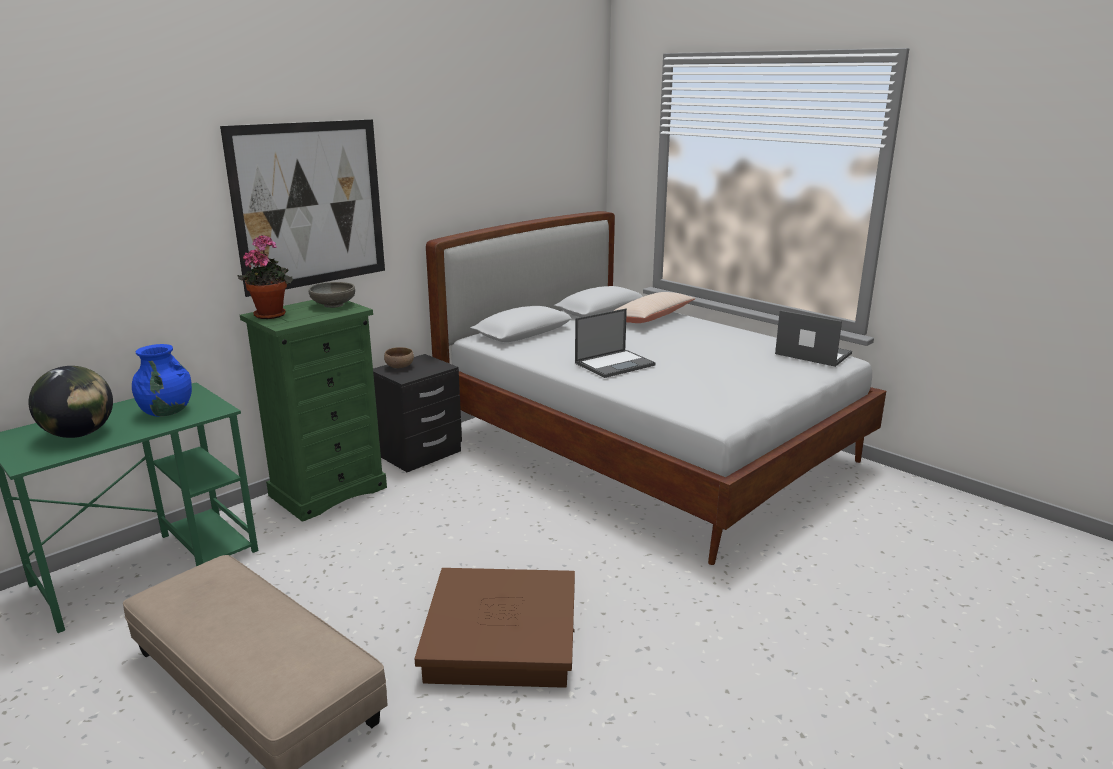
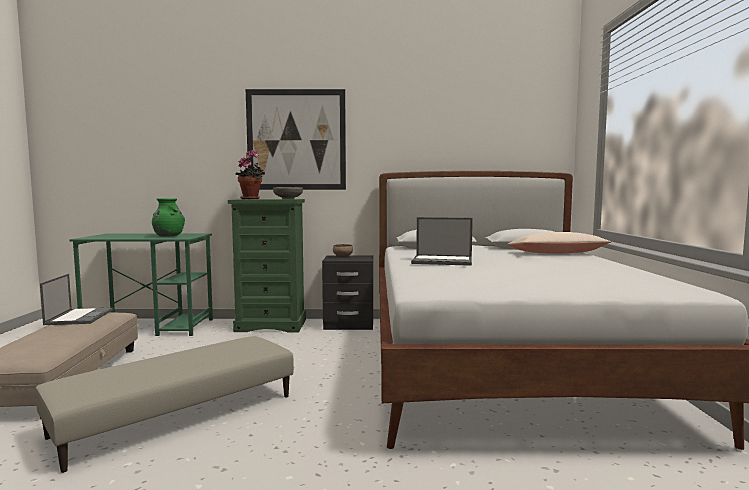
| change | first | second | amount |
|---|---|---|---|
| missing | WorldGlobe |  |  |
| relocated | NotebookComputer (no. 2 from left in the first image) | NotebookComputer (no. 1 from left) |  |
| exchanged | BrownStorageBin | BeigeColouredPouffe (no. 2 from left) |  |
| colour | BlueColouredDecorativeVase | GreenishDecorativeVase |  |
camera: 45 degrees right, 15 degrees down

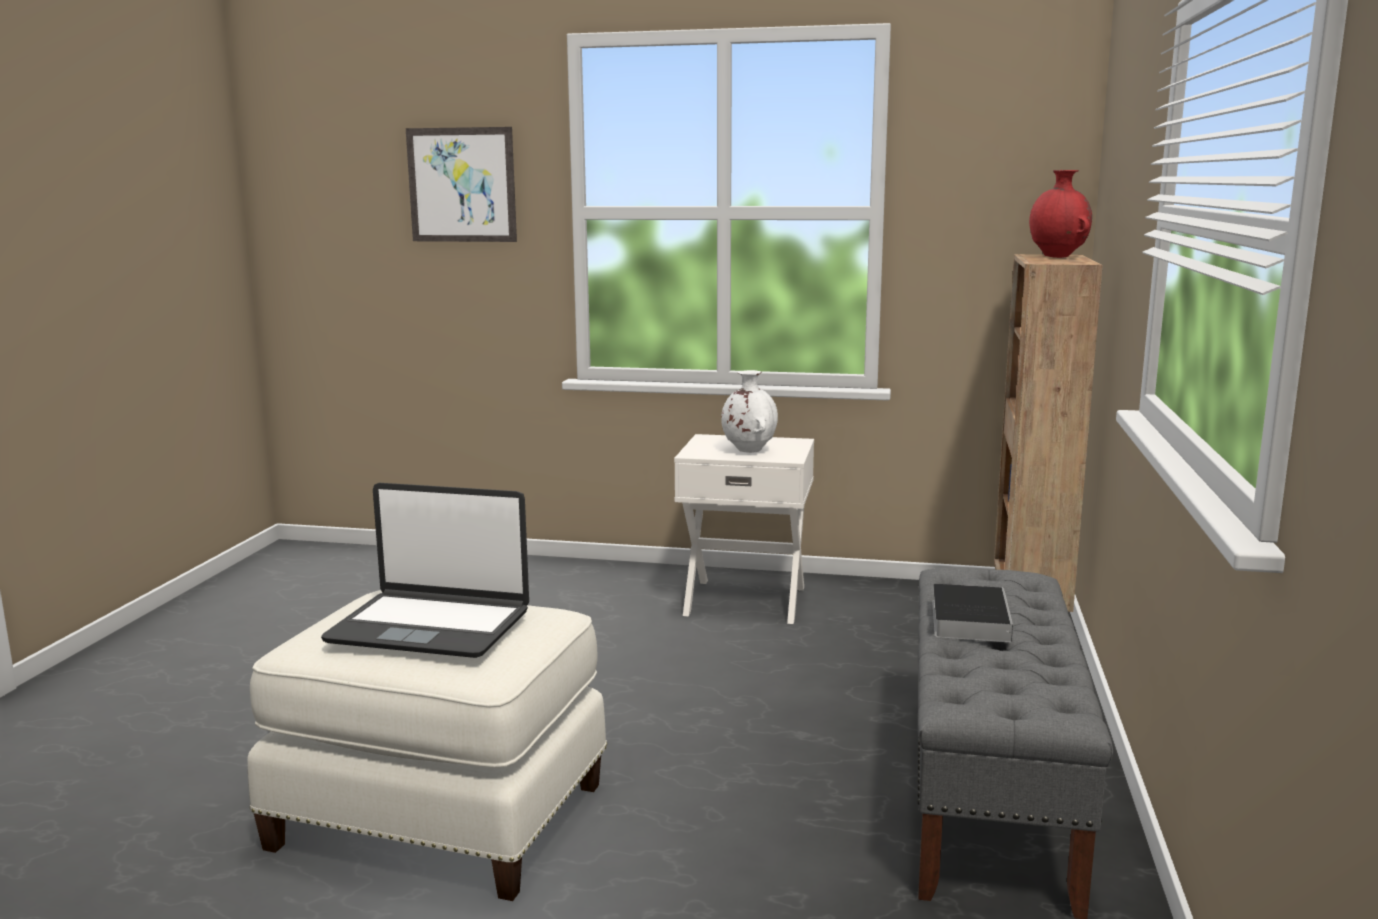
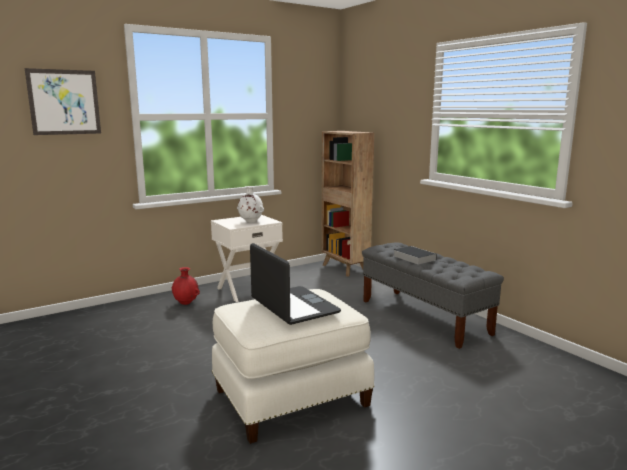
| change | first | second | amount |
|---|---|---|---|
| relocated | ReddishDecorativeVase |  |  |
| spun | NotebookComputer |  | 90 degrees counterclockwise |
camera: 45 degrees left, 0 degrees up

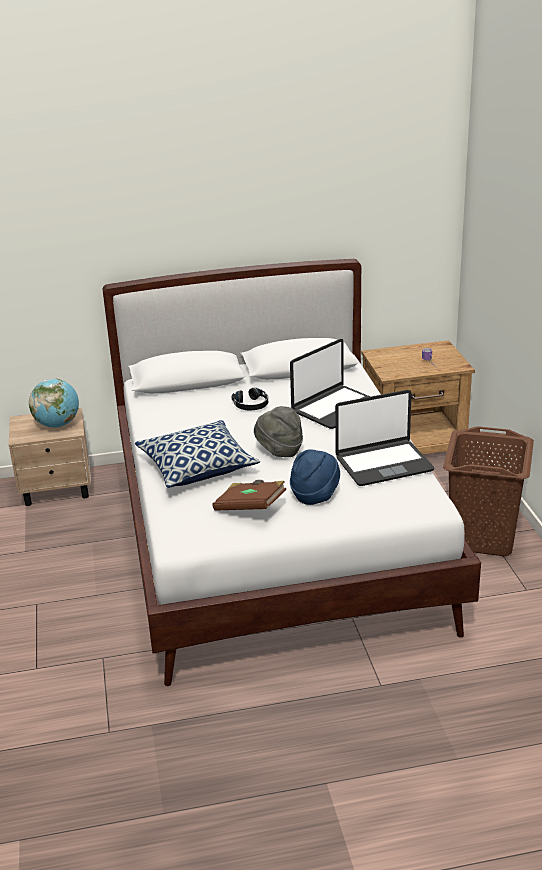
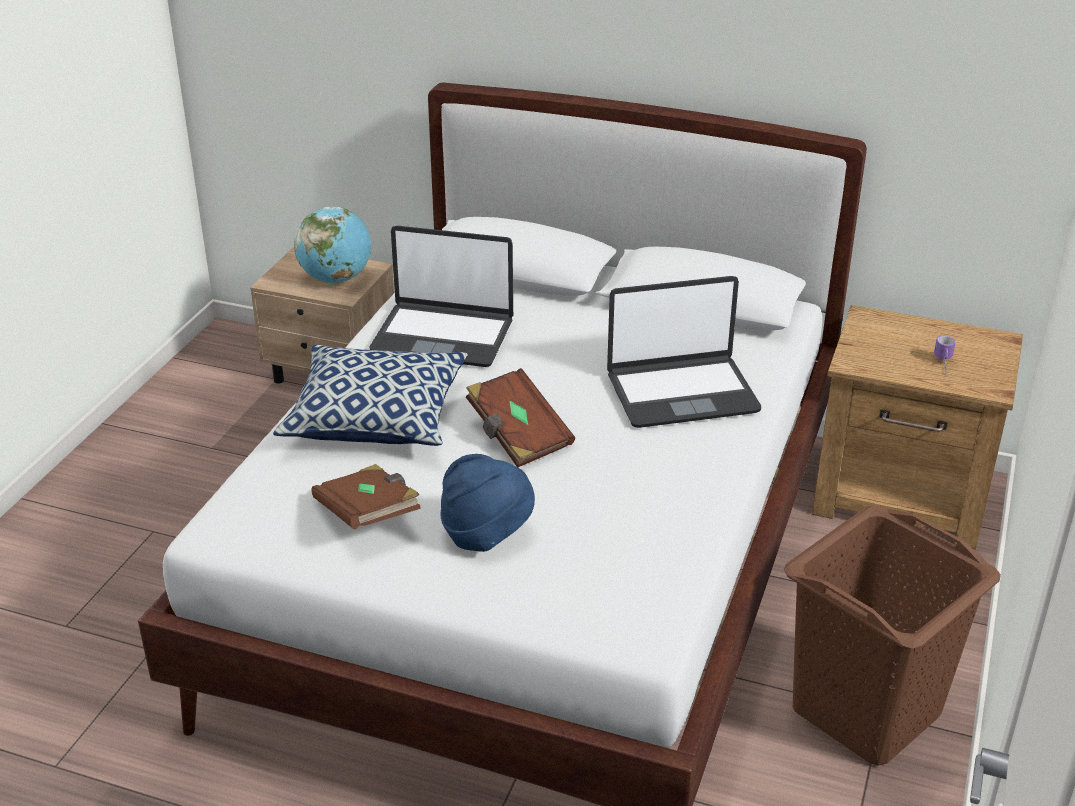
| change | first | second | amount |
|---|---|---|---|
| missing | BlackColouredHeadset |  |  |
| relocated | NotebookComputer (no. 2 from left in the first image) | NotebookComputer (no. 1 from left) |  |
| exchanged | GreyHat | BrownBook (no. 2 from left) |  |
camera: 30 degrees right, 5 degrees up

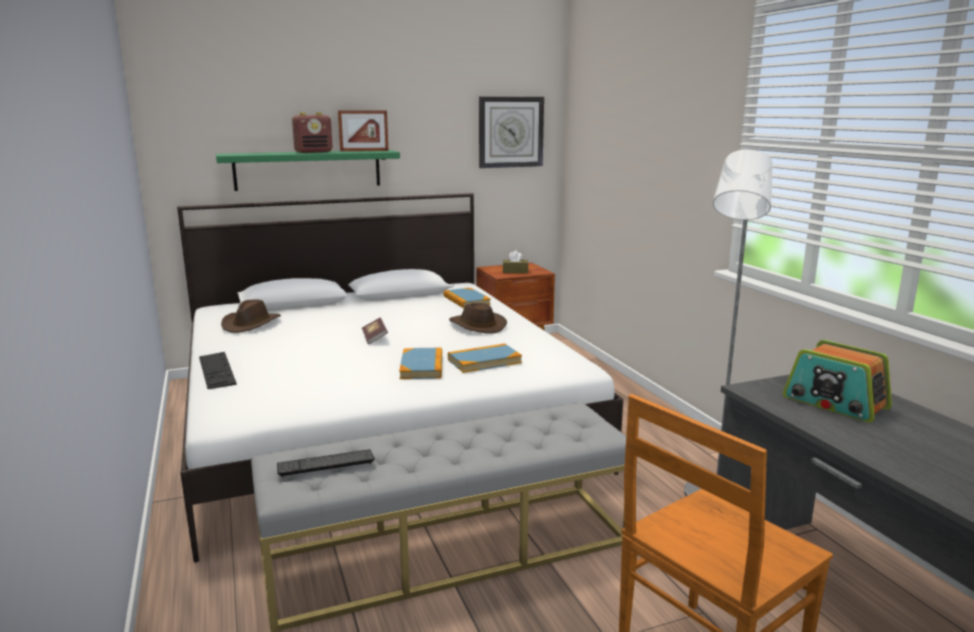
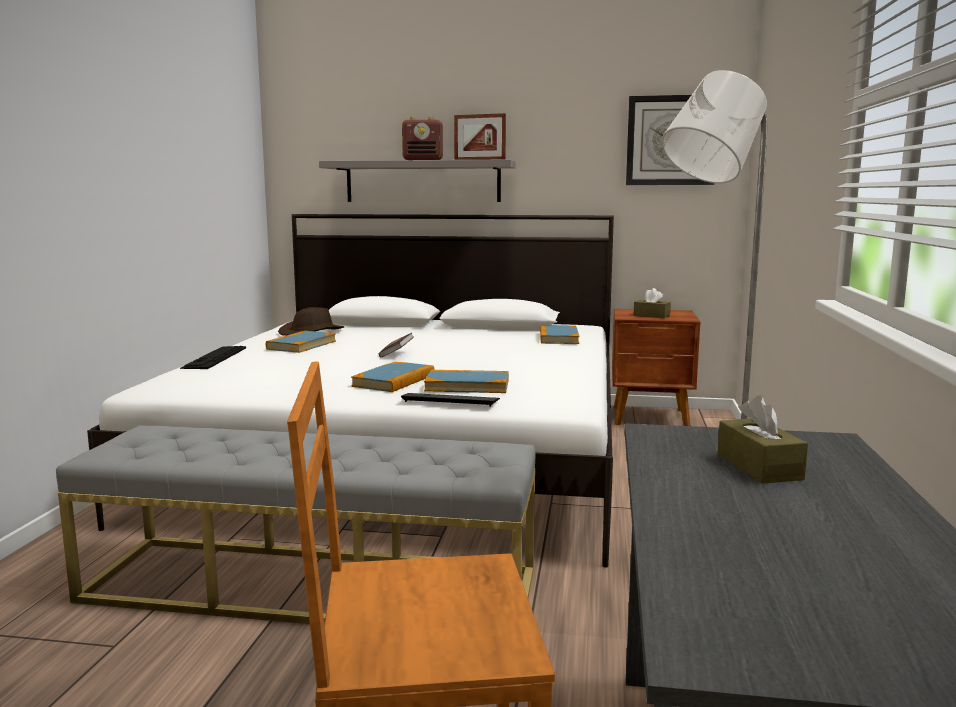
| change | first | second | amount |
|---|---|---|---|
| missing | BrownHat (no. 2 from left) |  |  |
| appeared |  | Book (no. 1 from left) |  |
| relocated | ComputerKeyboard (no. 2 from left) |  |  |
| exchanged | RadioReceiver (no. 2 from left) | BrownTissueBox (no. 2 from left) |  |
| colour | GreenishBracketShelf | GreyBracketShelf |  |
camera: 30 degrees right, 5 degrees down

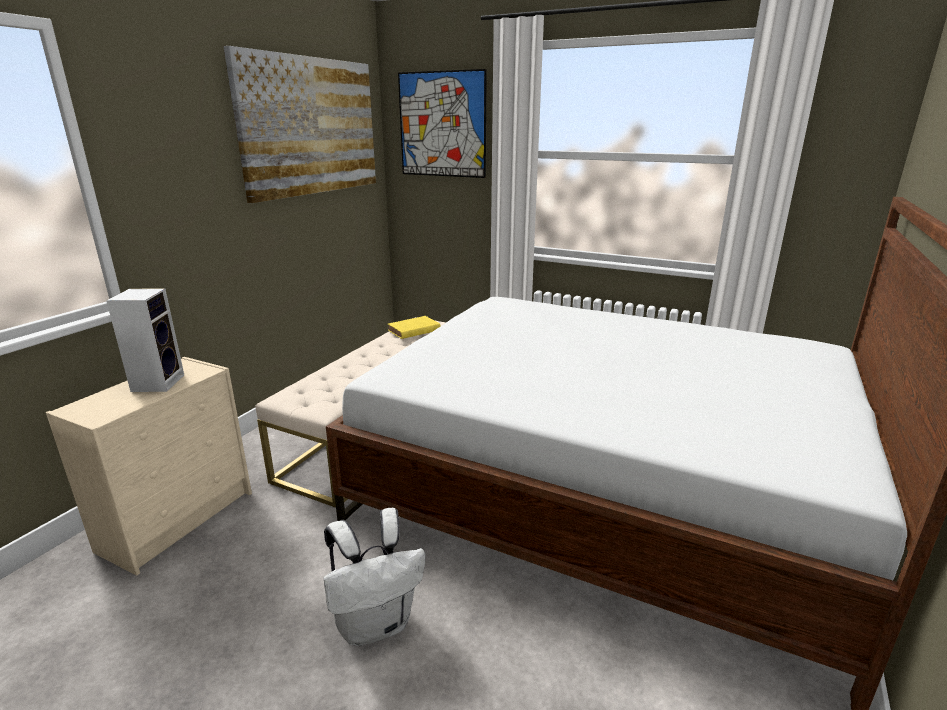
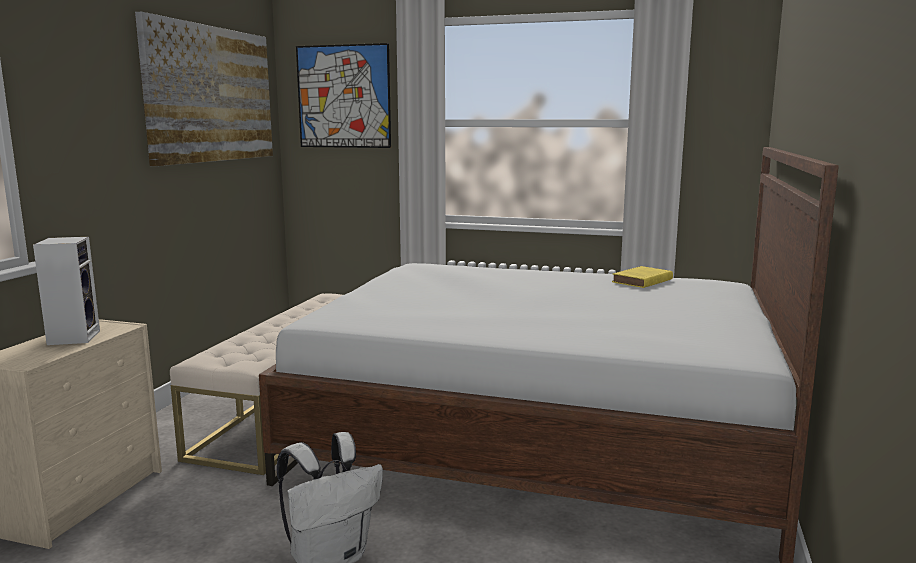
| change | first | second | amount |
|---|---|---|---|
| relocated | YellowishBook |  |  |
camera: 10 degrees left, 10 degrees down

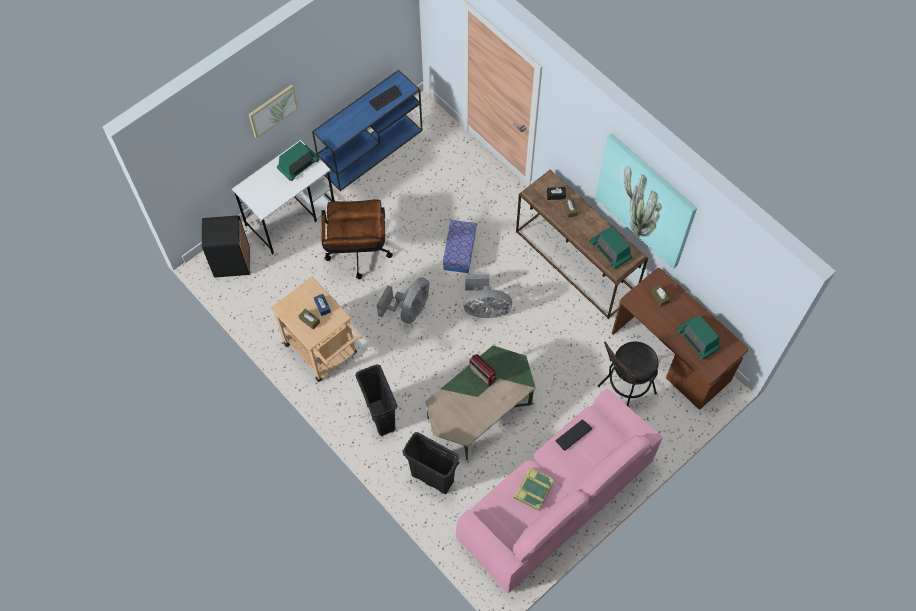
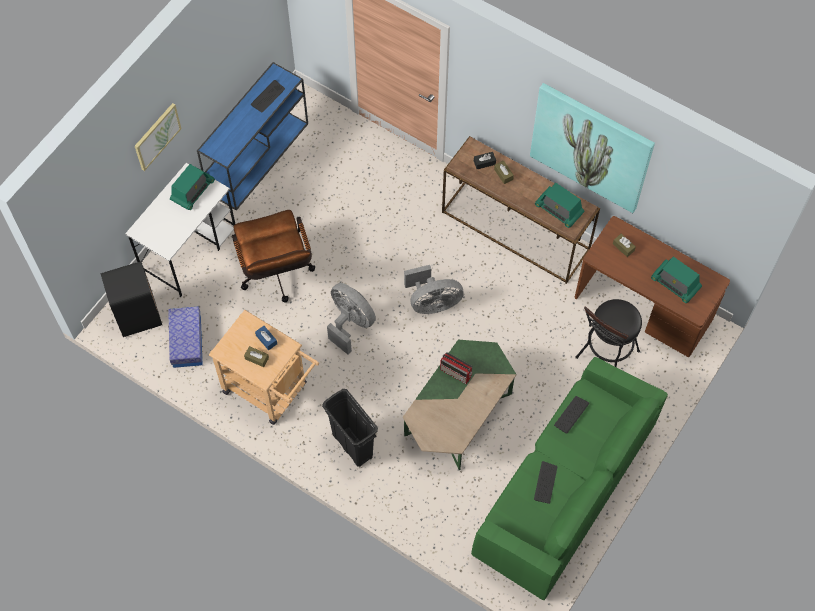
| change | first | second | amount |
|---|---|---|---|
| missing | BlackColouredWasteBin (no. 3 from left) |  |  |
| relocated | StorageBin |  |  |
| exchanged | Book | ComputerKeyboard (no. 2 from left) |  |
| colour | PinkColouredSofa | GreenishSofa |  |
| spun | GreyCoolingFan (no. 1 from left) |  | 60 degrees counterclockwise |
camera: 15 degrees left, 0 degrees up

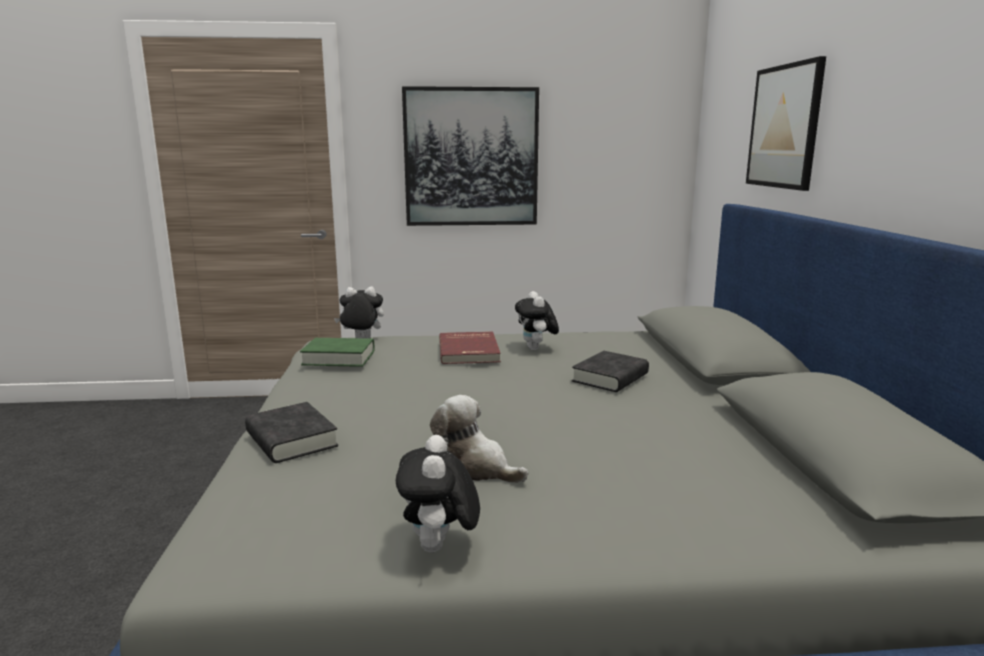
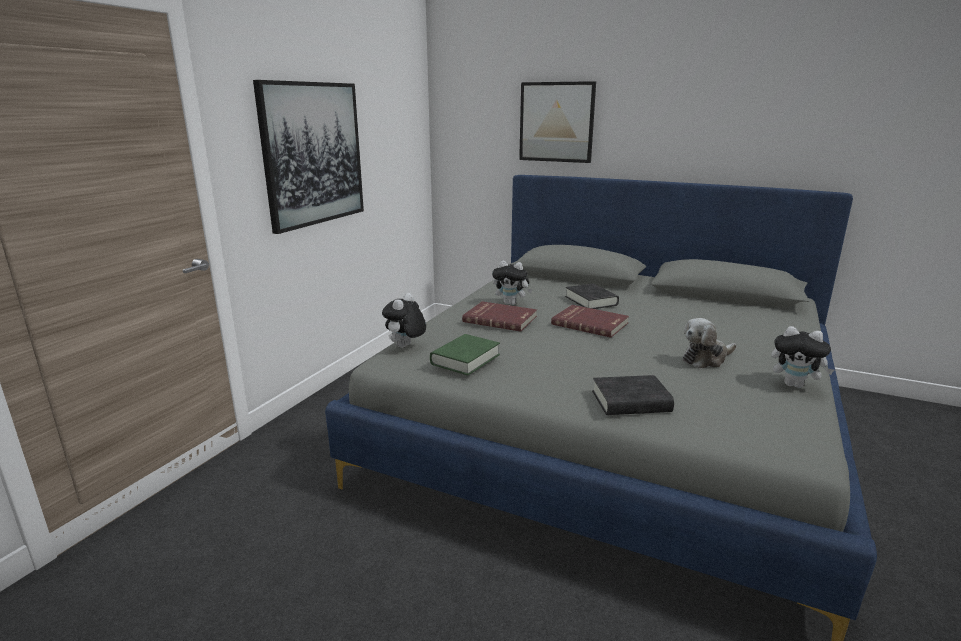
| change | first | second | amount |
|---|---|---|---|
| appeared |  | ReddishBook (no. 2 from left) |  |
camera: 60 degrees left, 5 degrees up

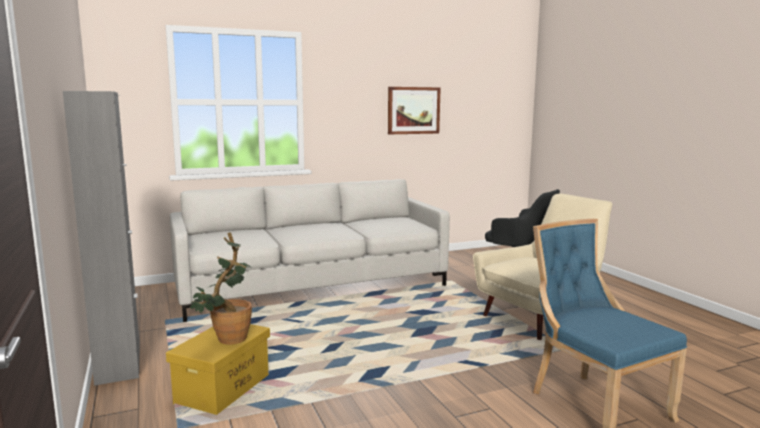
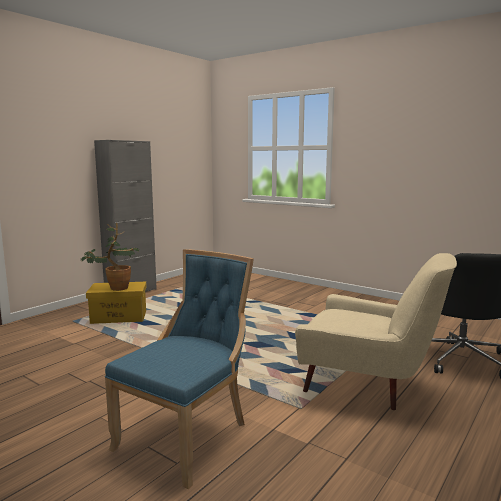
| change | first | second | amount |
|---|---|---|---|
| missing | GreySofa |  |  |
| missing | Picture |  |  |
camera: 60 degrees right, 0 degrees up

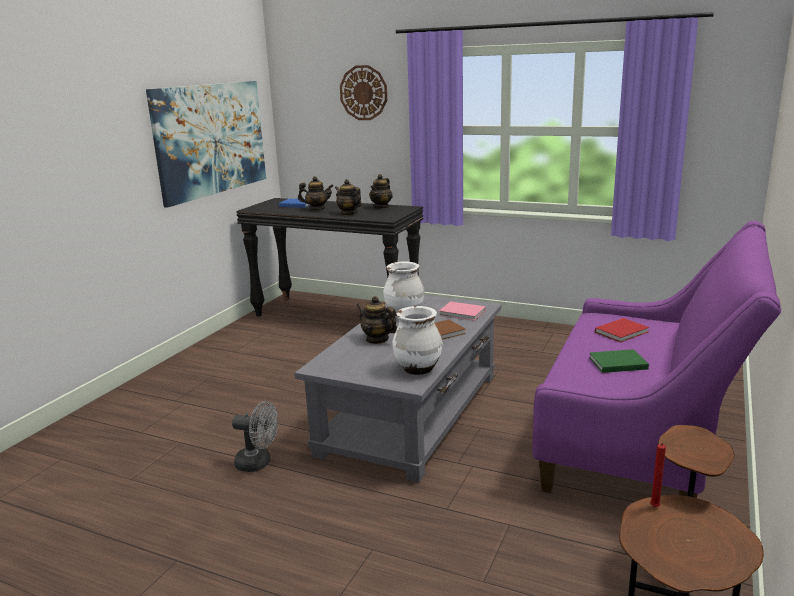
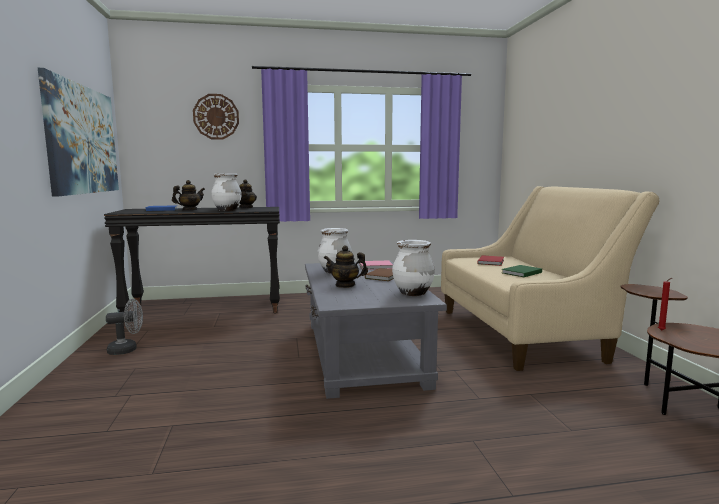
| change | first | second | amount |
|---|---|---|---|
| relocated | GreyCoolingFan |  |  |
| exchanged | PotForTea (no. 2 from left) | WhiteDecorativeVase (no. 1 from left) |  |
| colour | PurpleColouredSofa | BeigeColouredSofa |  |
camera: 35 degrees left, 10 degrees down

